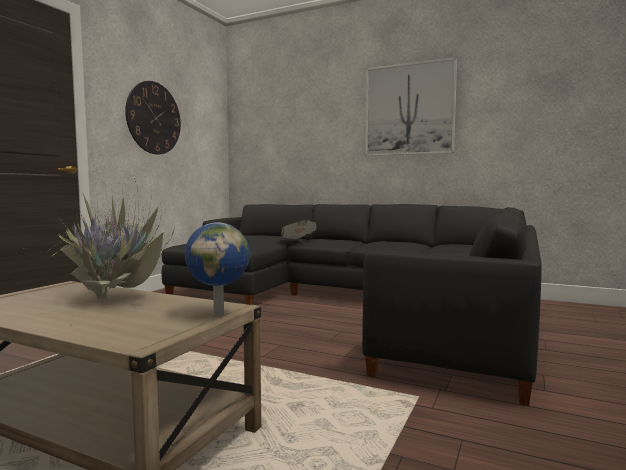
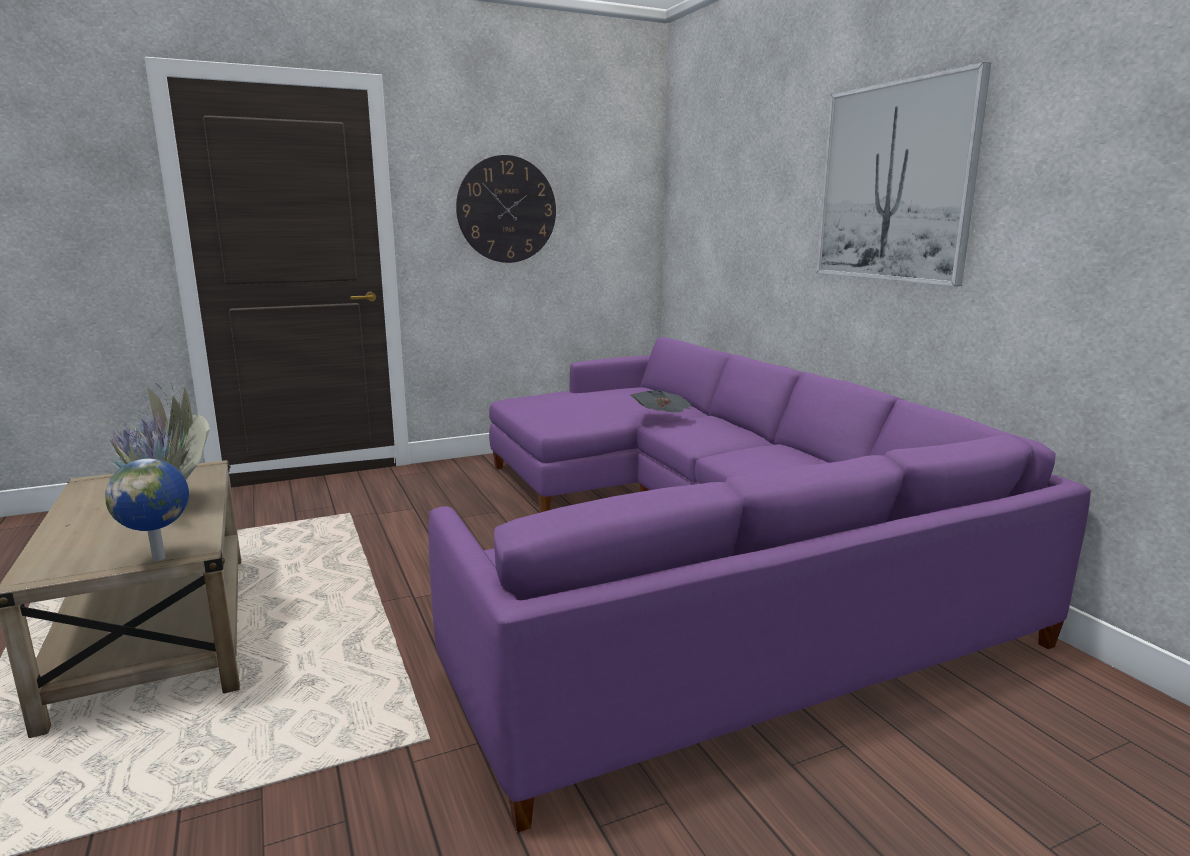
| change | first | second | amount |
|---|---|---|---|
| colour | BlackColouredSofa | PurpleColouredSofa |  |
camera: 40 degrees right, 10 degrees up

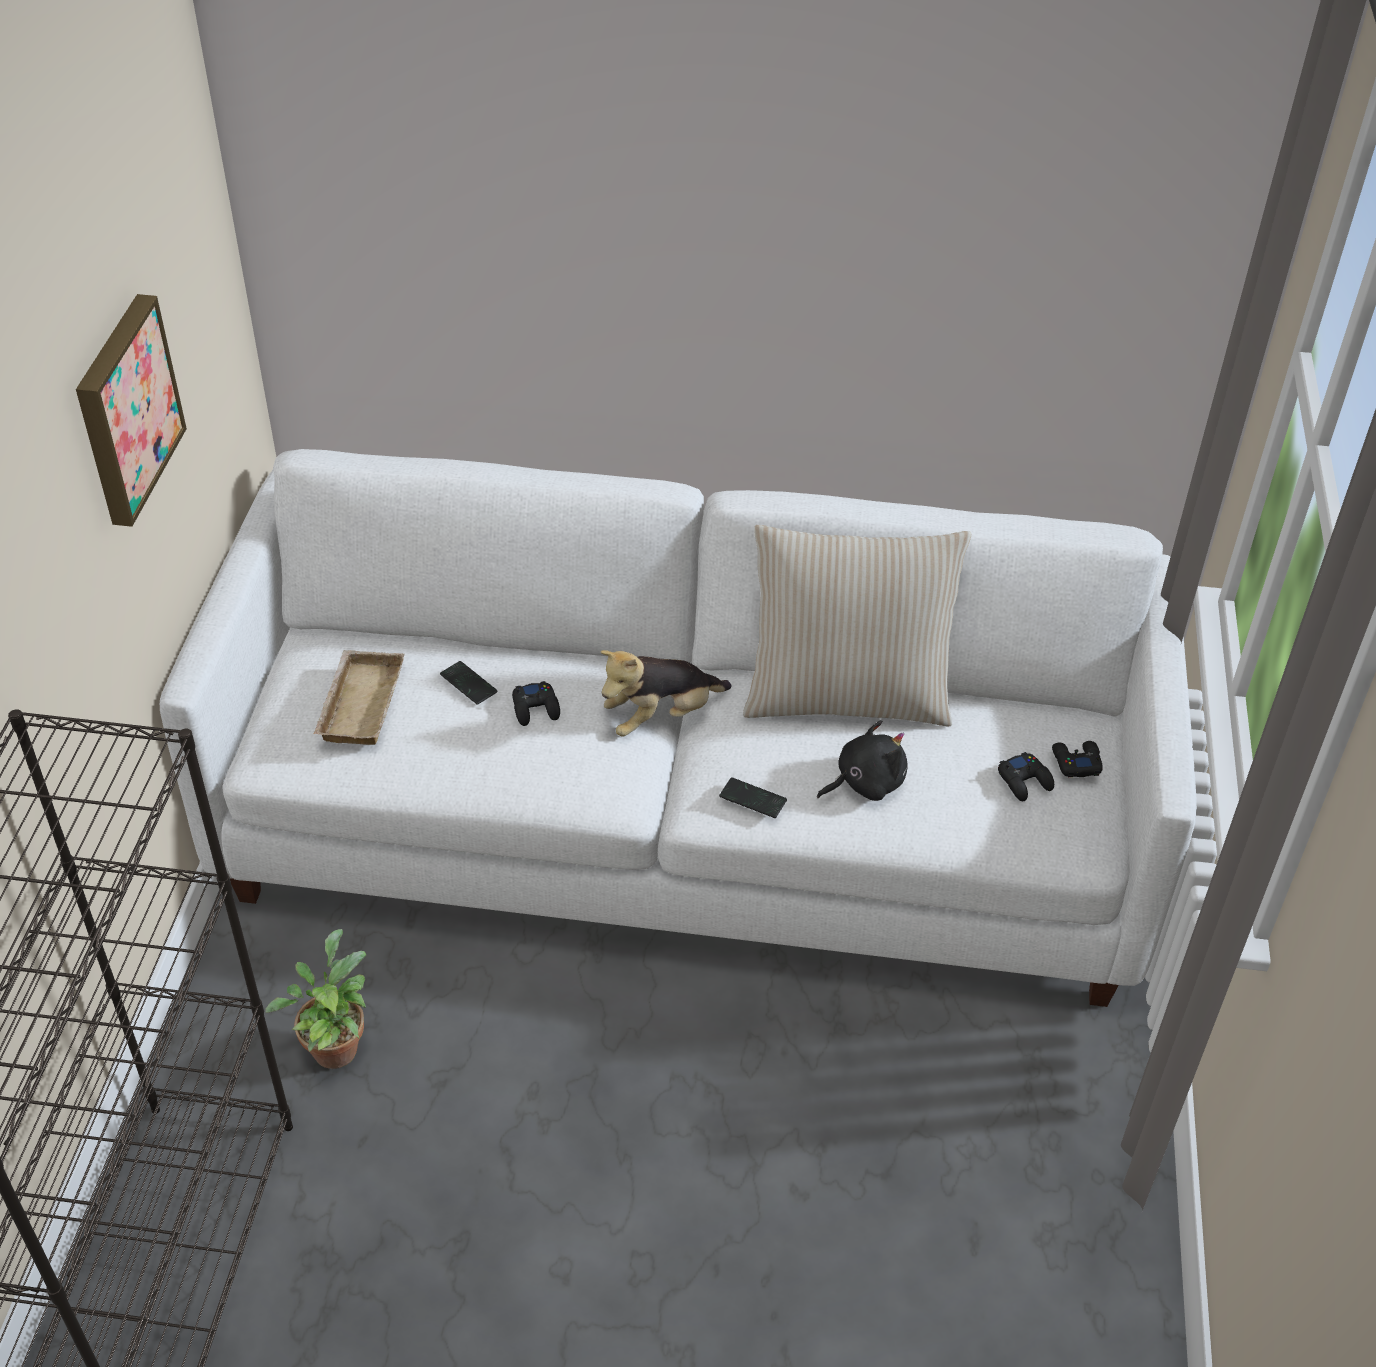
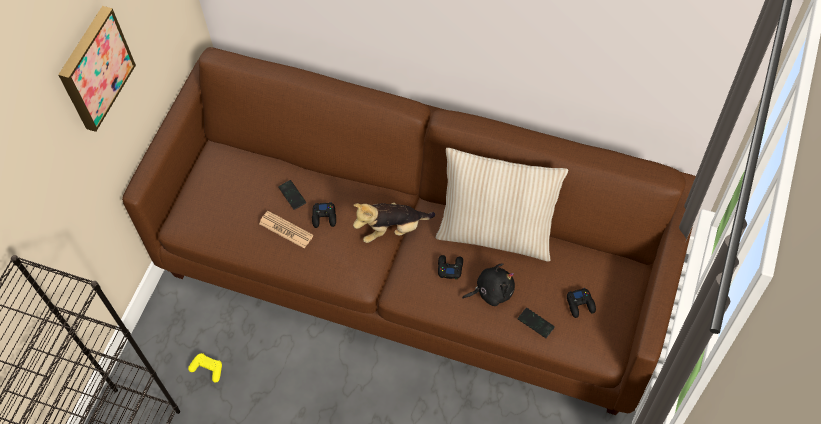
| change | first | second | amount |
|---|---|---|---|
| missing | BeigeColouredCarryingTray |  |  |
| appeared |  | PrintedPaper |  |
| relocated | Phone (no. 2 from left) |  |  |
| relocated | BlackColouredGamepad (no. 3 from left in the first image) | BlackColouredGamepad (no. 2 from left) |  |
| exchanged | Houseplant | YellowishGamepad |  |
| colour | WhiteSofa | BrownSofa |  |
camera: 15 degrees right, 15 degrees up

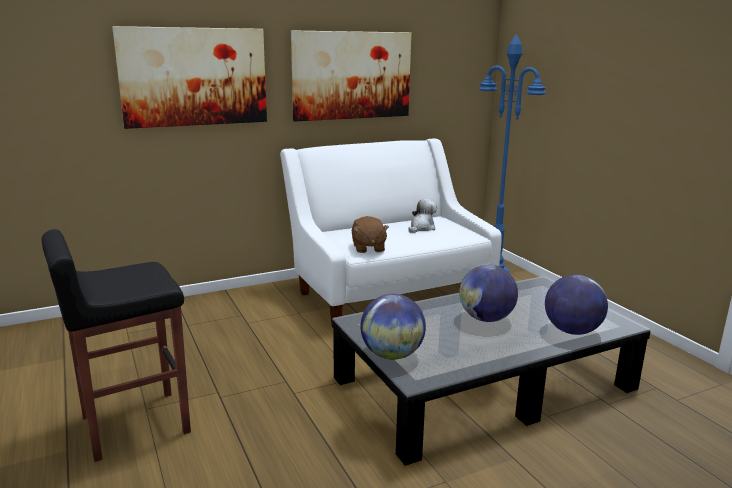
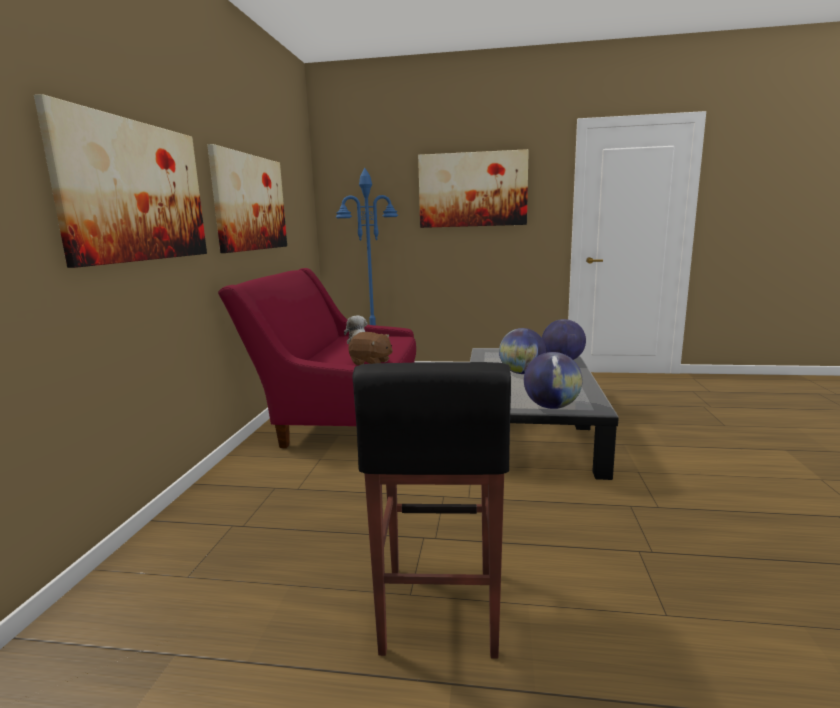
| change | first | second | amount |
|---|---|---|---|
| appeared |  | Picture (no. 3 from left) |  |
| colour | WhiteSofa | ReddishSofa |  |
camera: 55 degrees left, 5 degrees down

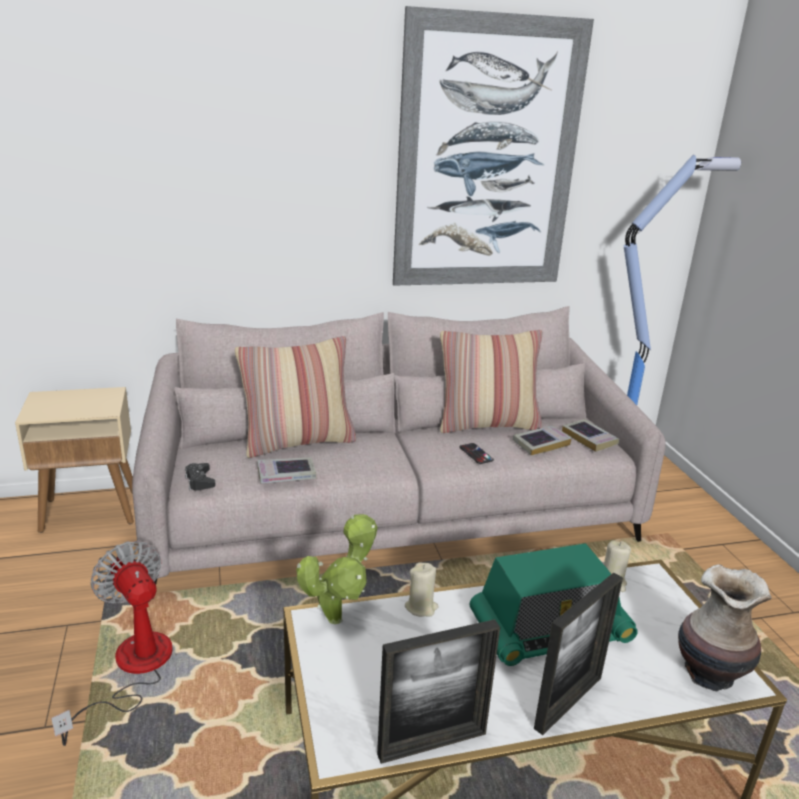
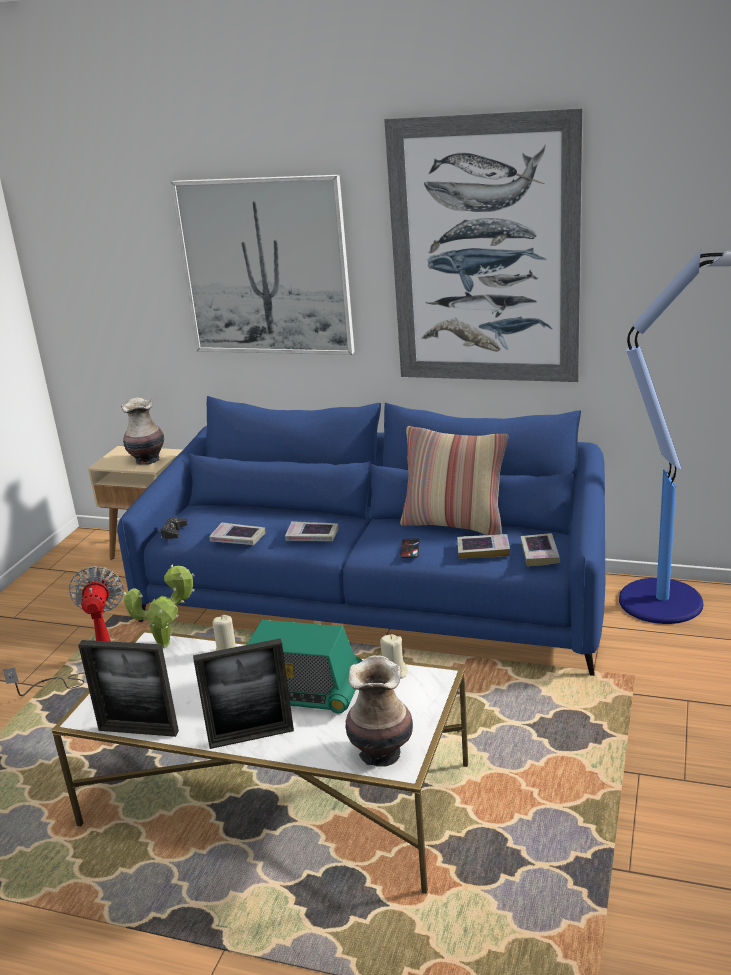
| change | first | second | amount |
|---|---|---|---|
| missing | ThrowPillow (no. 1 from left) |  |  |
| appeared |  | DecorativeVase (no. 1 from left) |  |
| appeared |  | Picture (no. 1 from left) |  |
| appeared |  | Book (no. 2 from left) |  |
| colour | GreySofa | BlueColouredSofa |  |
camera: 35 degrees right, 0 degrees up

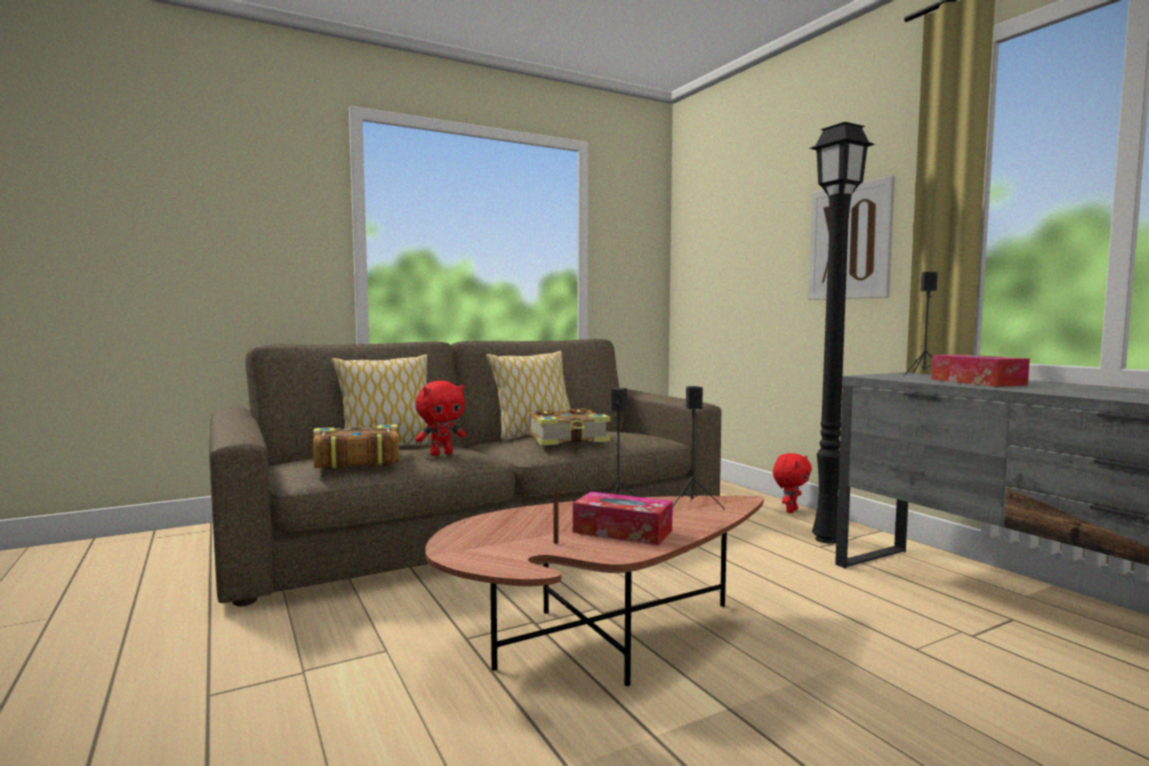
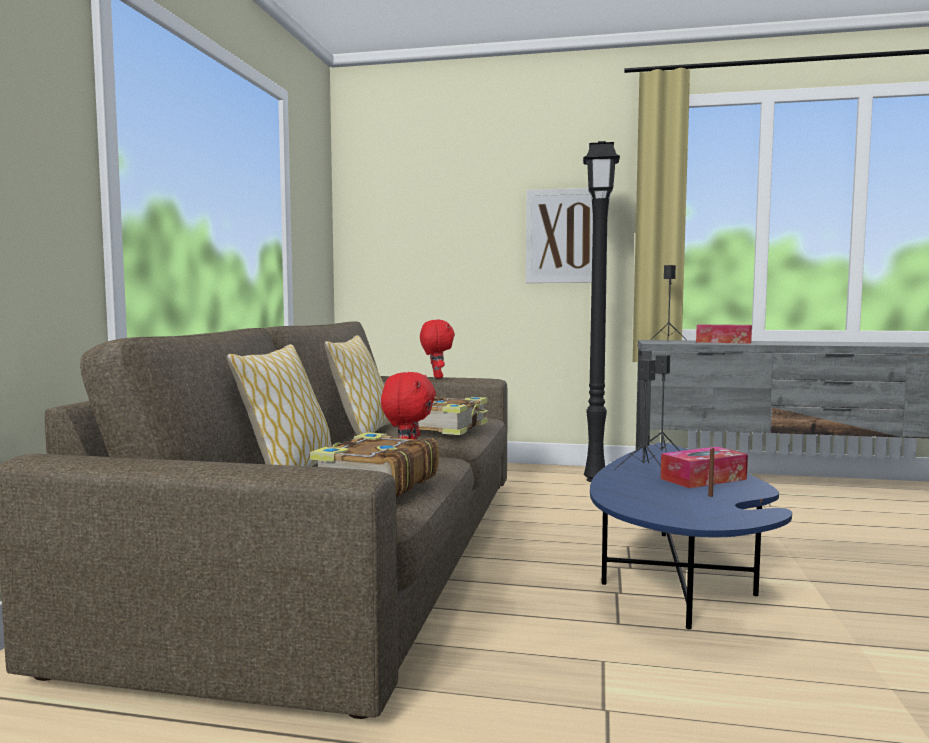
| change | first | second | amount |
|---|---|---|---|
| relocated | ReddishPlushToy (no. 2 from left) |  |  |
| colour | BrownLoungeTable | BlueColouredLoungeTable |  |
camera: 50 degrees left, 0 degrees up

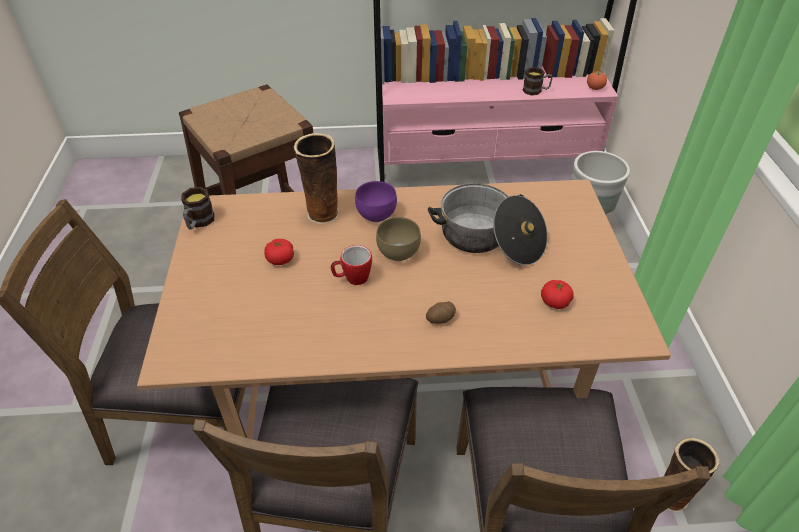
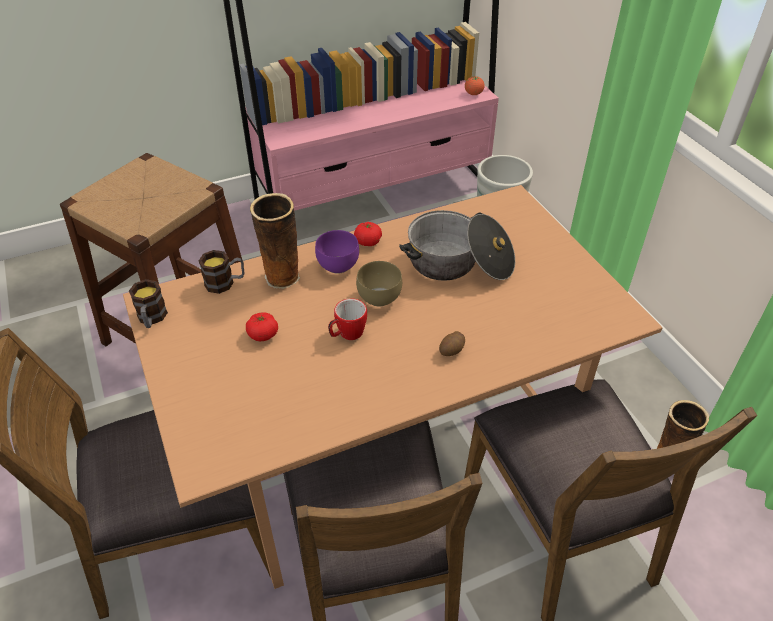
| change | first | second | amount |
|---|---|---|---|
| relocated | Mug (no. 3 from left in the first image) | Mug (no. 2 from left) |  |
| relocated | FreshTomato (no. 2 from left) |  |  |
camera: 20 degrees left, 0 degrees up

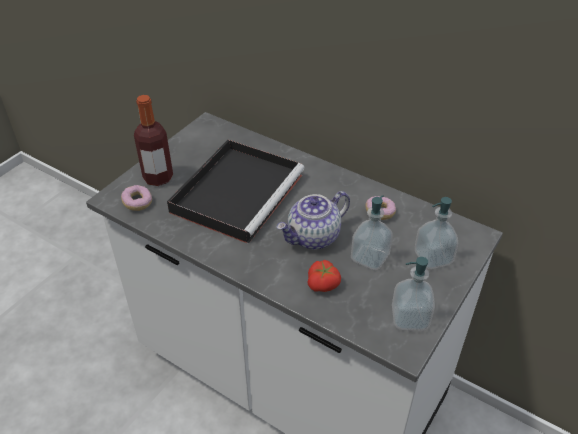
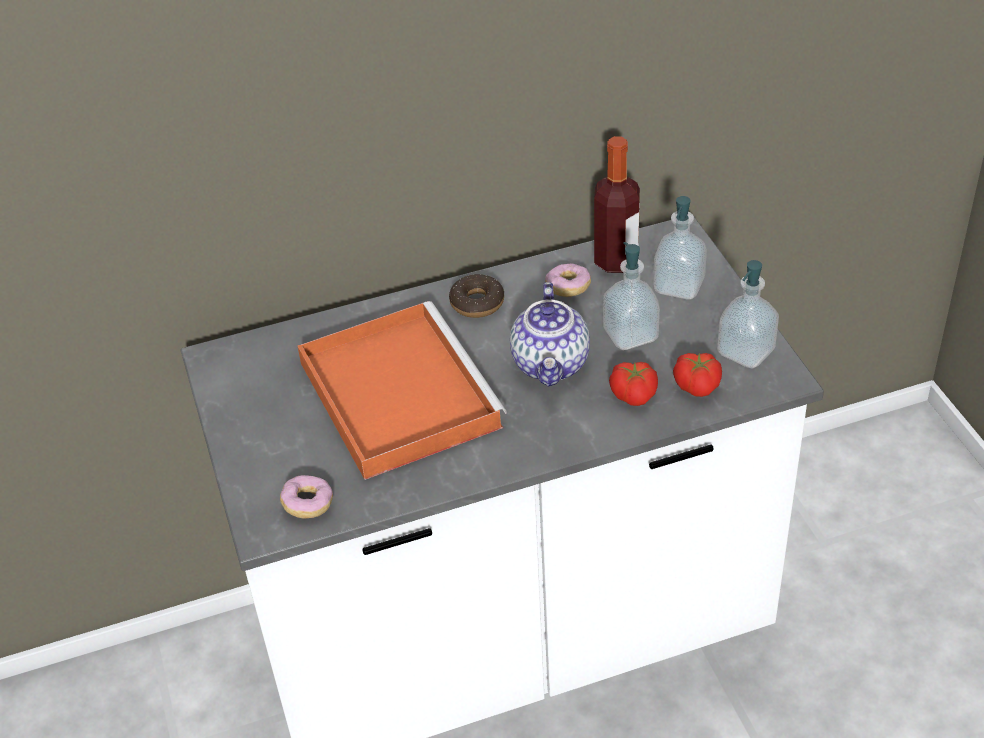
| change | first | second | amount |
|---|---|---|---|
| appeared |  | Donut (no. 2 from left) |  |
| appeared |  | FreshTomato (no. 2 from left) |  |
| relocated | Bottle |  |  |
| colour | BlackColouredCarryingTray | OrangeColouredCarryingTray |  |
camera: 50 degrees left, 0 degrees up

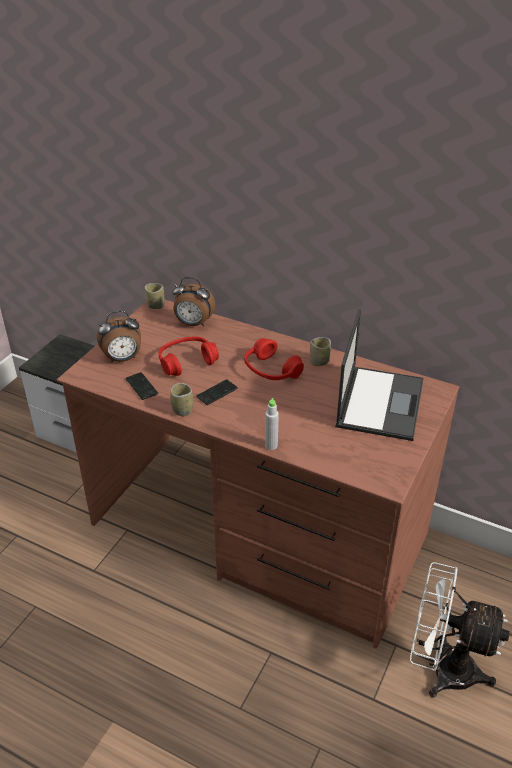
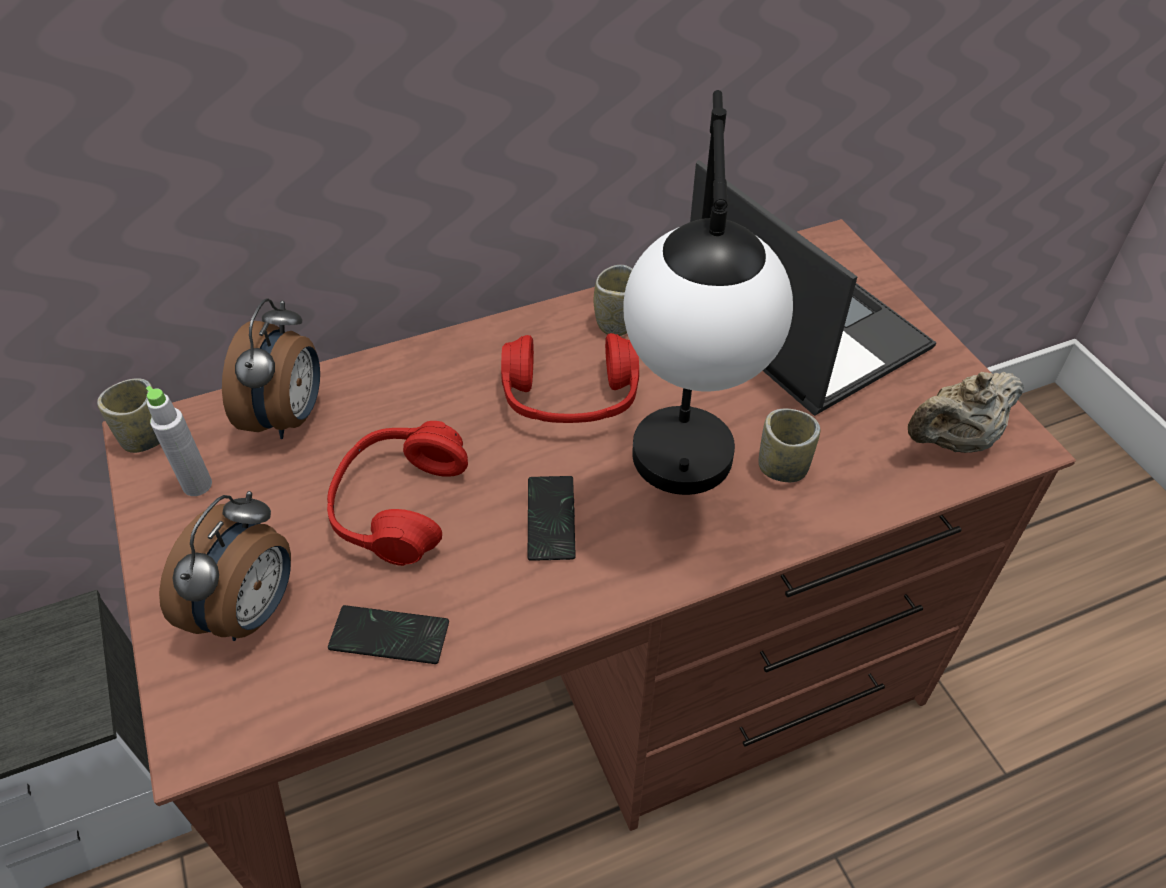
| change | first | second | amount |
|---|---|---|---|
| missing | WhiteCoolingFan |  |  |
| appeared |  | LampForATable |  |
| appeared |  | BeigeColouredPotForTea |  |
| relocated | DrinkingCup (no. 2 from left in the first image) | DrinkingCup (no. 3 from left) |  |
| relocated | GreyBottle |  |  |
| spun | BedsideClock (no. 2 from left) |  | 45 degrees counterclockwise |
camera: 50 degrees left, 10 degrees up

